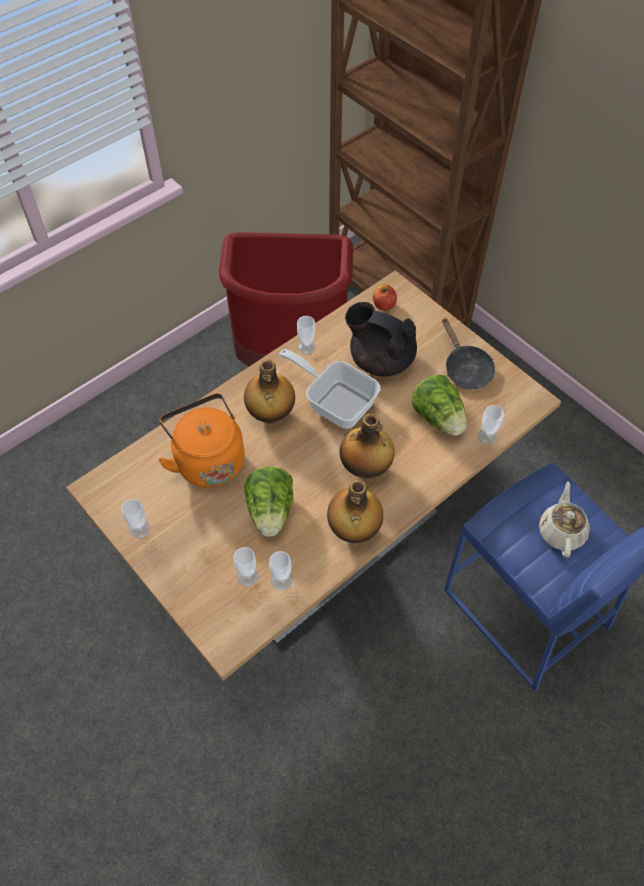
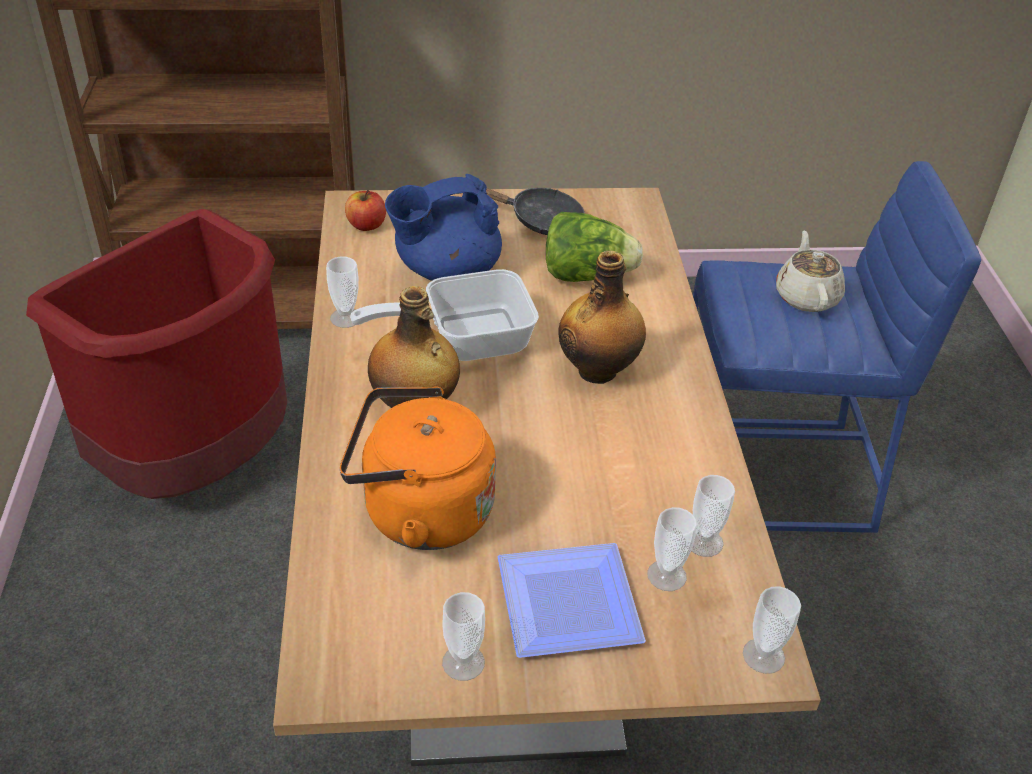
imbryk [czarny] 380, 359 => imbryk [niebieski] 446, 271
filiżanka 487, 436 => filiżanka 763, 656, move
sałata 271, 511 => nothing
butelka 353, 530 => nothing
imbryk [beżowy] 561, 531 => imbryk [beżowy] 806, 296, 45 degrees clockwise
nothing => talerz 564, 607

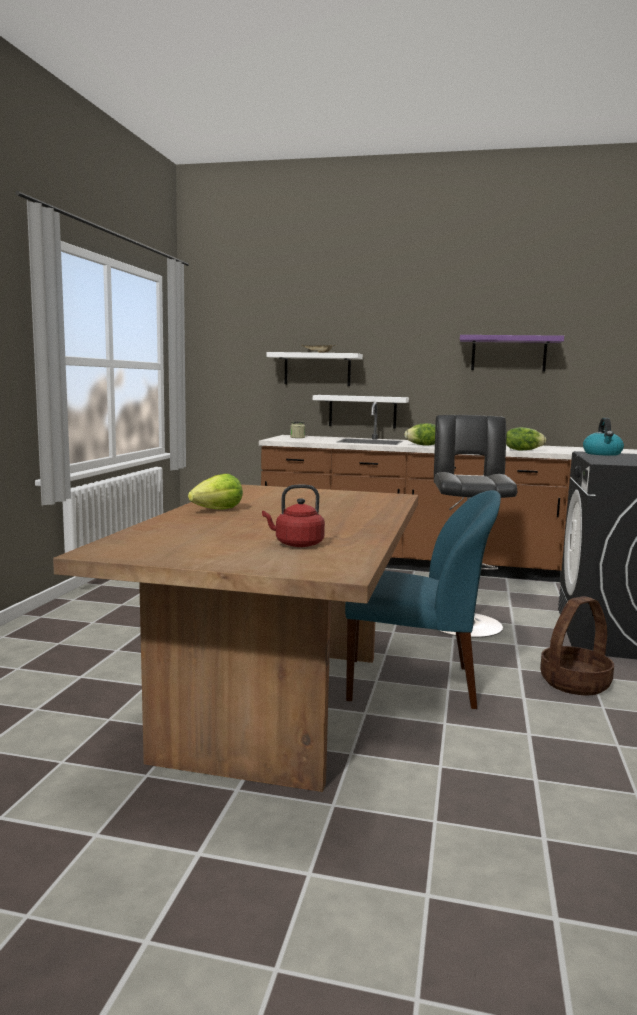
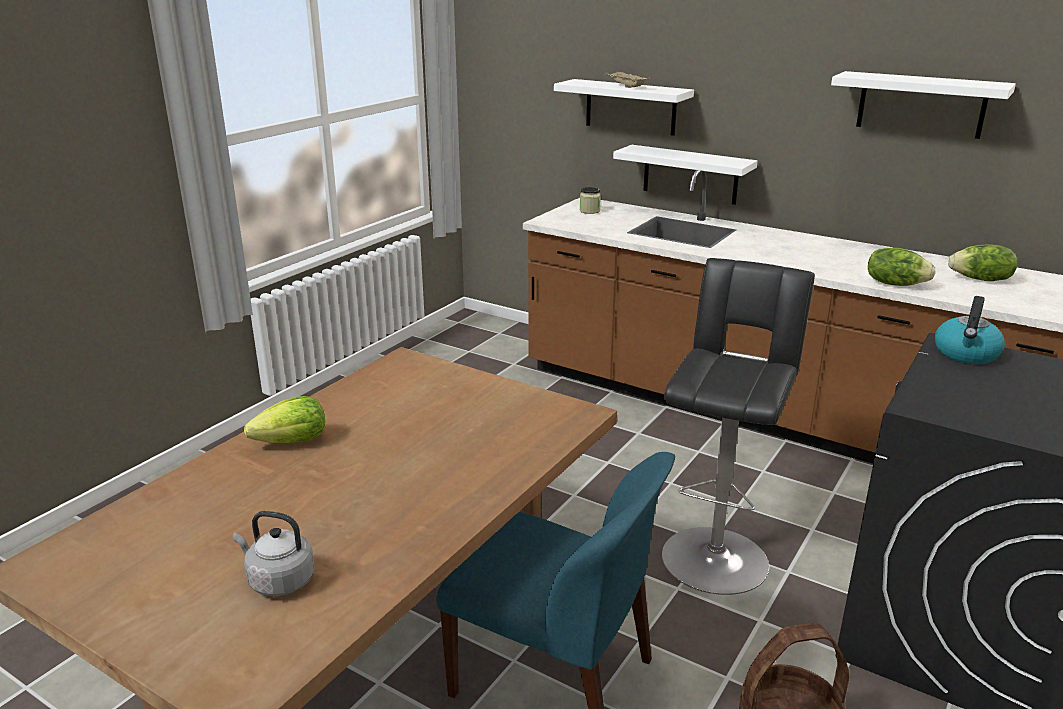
półka [fioletowy] 508, 354 => półka [biały] 921, 104
sałata 424, 445 => sałata 981, 279, move
czajnik [czerwony] 296, 544 => czajnik [szary] 278, 580

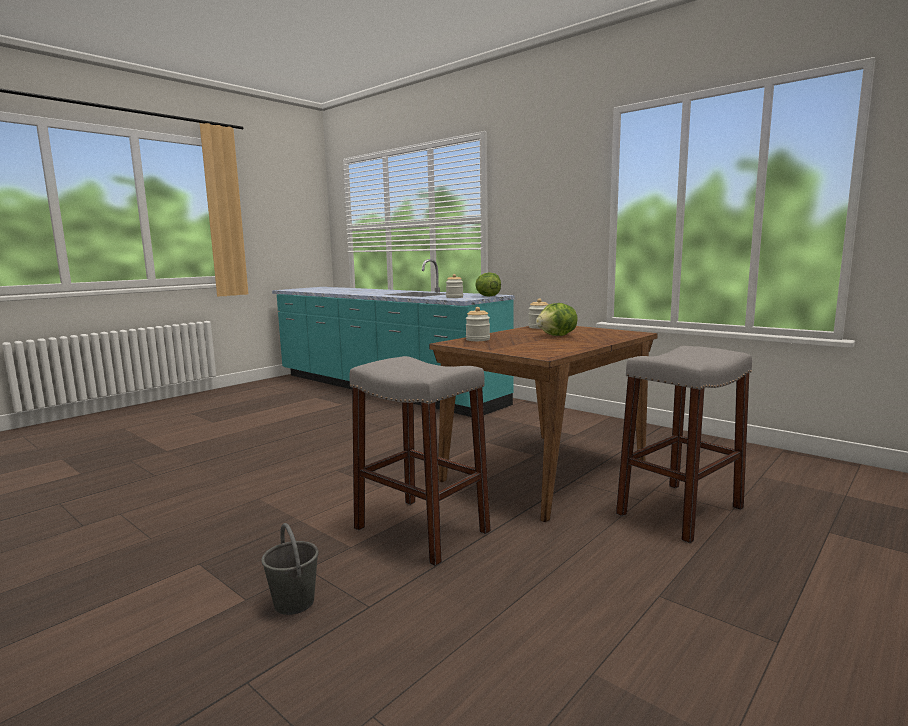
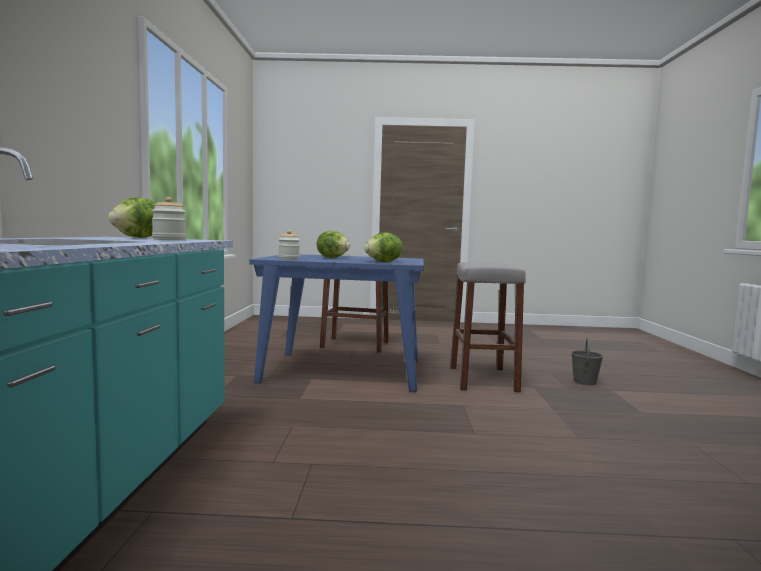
słoik 477, 339 => sałata 384, 262
stół jadalny [brązowy] 545, 471 => stół jadalny [niebieski] 342, 371

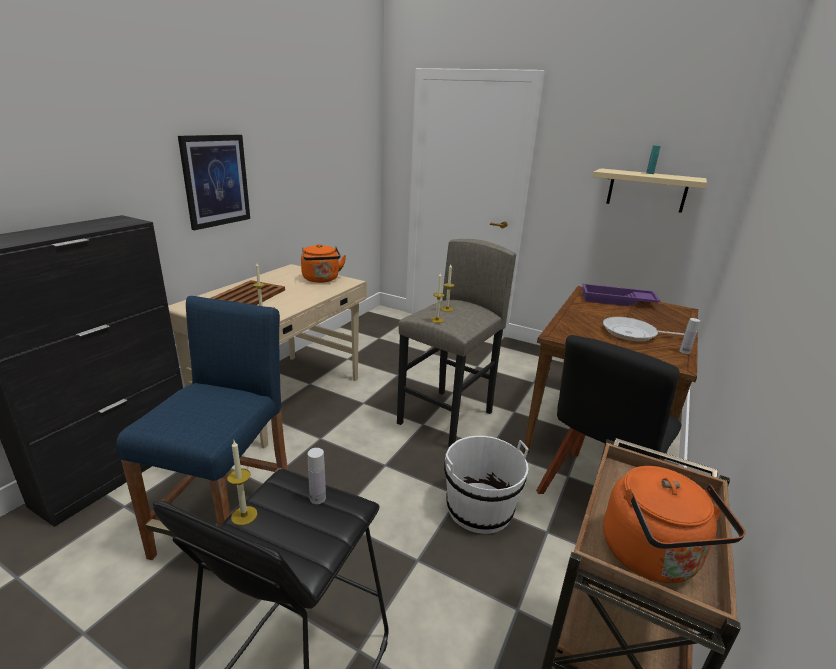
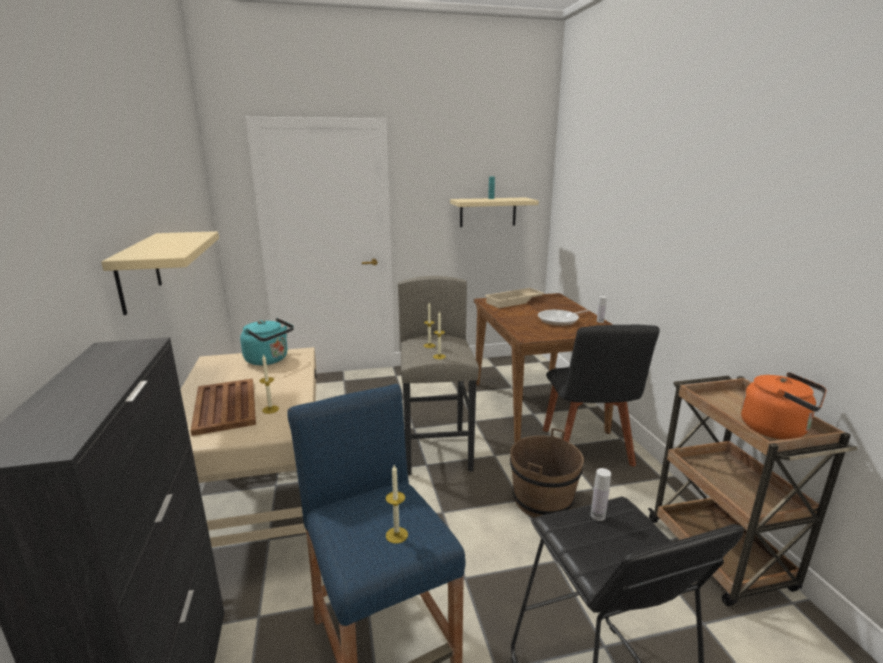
obraz 216, 181 => półka [beżowy] 138, 272
czajnik [pomarańczowy] 321, 279 => czajnik [turkusowy] 269, 360
taca [fioletowy] 617, 301 => taca [beżowy] 514, 301
wiadro [biały] 479, 508 => wiadro [brązowy] 542, 500
świeca 244, 515 => świeca 396, 535, move

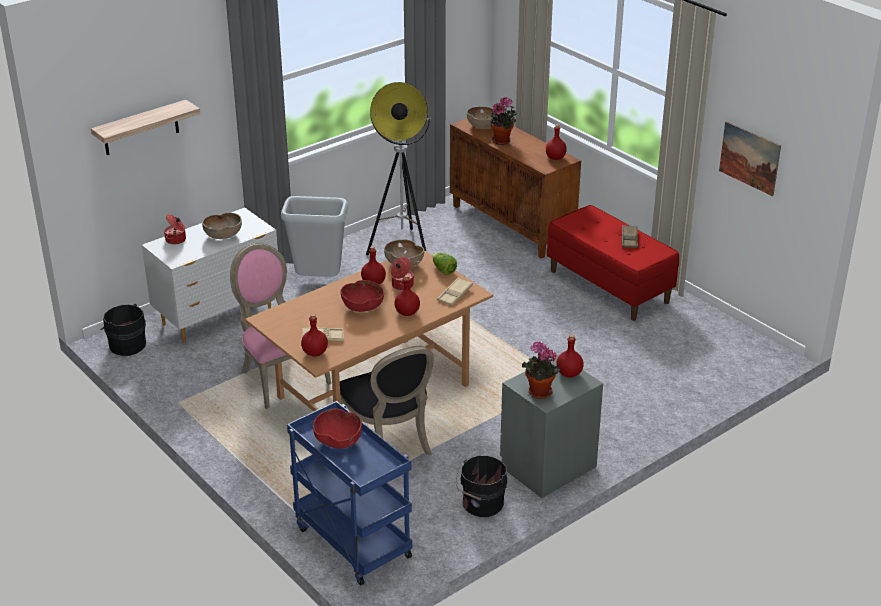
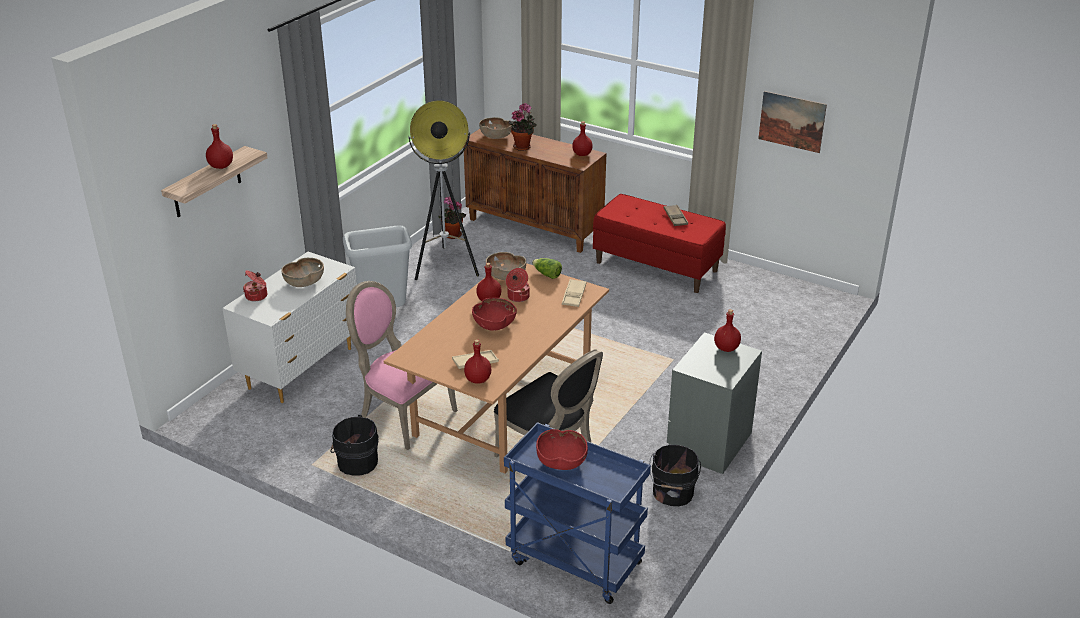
butelka [czerwony] 407, 313 => butelka [czerwony] 221, 166, move
wiadro [czarny] 126, 345 => wiadro [czarny] 356, 462, move
roślina doniczkowa 538, 393 => roślina doniczkowa 452, 236, move

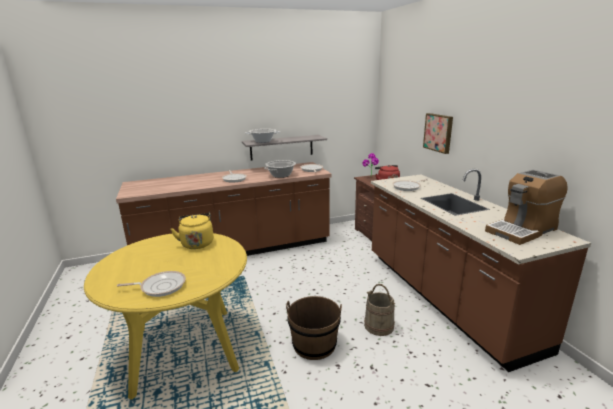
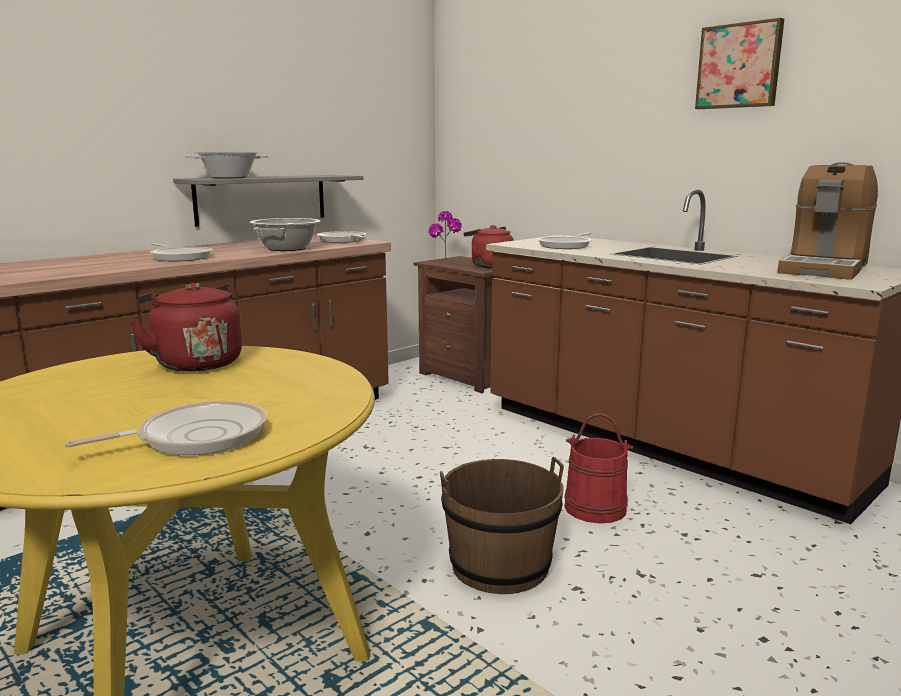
obraz 438, 132 => obraz 739, 66, move
czajnik [żółty] 197, 243 => czajnik [czerwony] 196, 363
wiadro [beżowy] 379, 325 => wiadro [czerwony] 595, 507

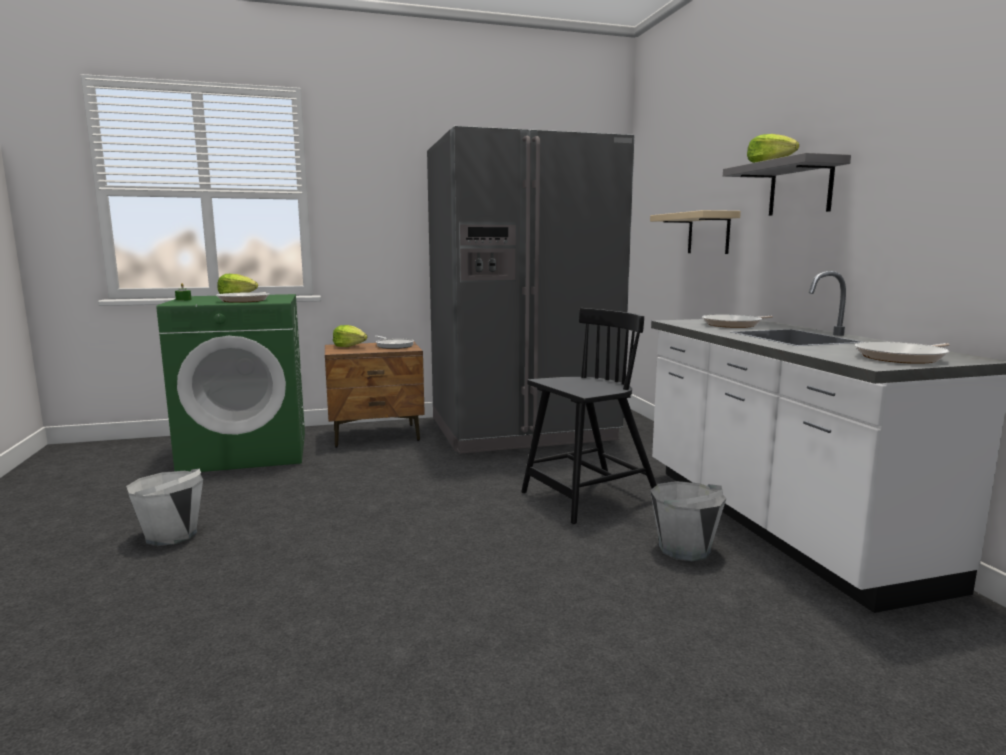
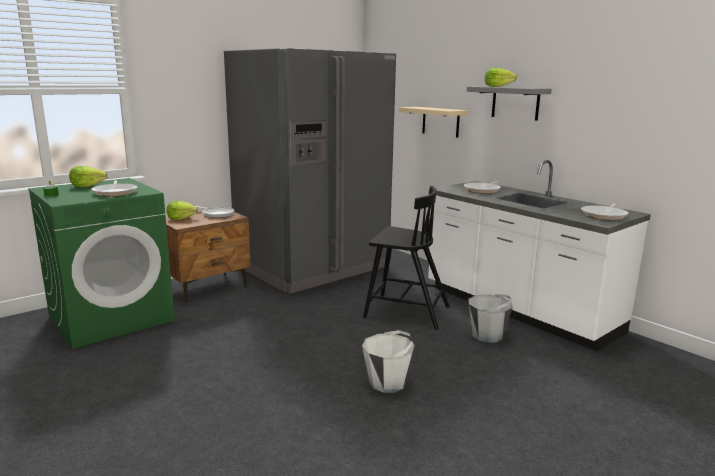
krzesło [czarny] 588, 497 => krzesło [czarny] 405, 312, 75 degrees clockwise
wiadro [biały] 171, 535 => wiadro [biały] 387, 383, move

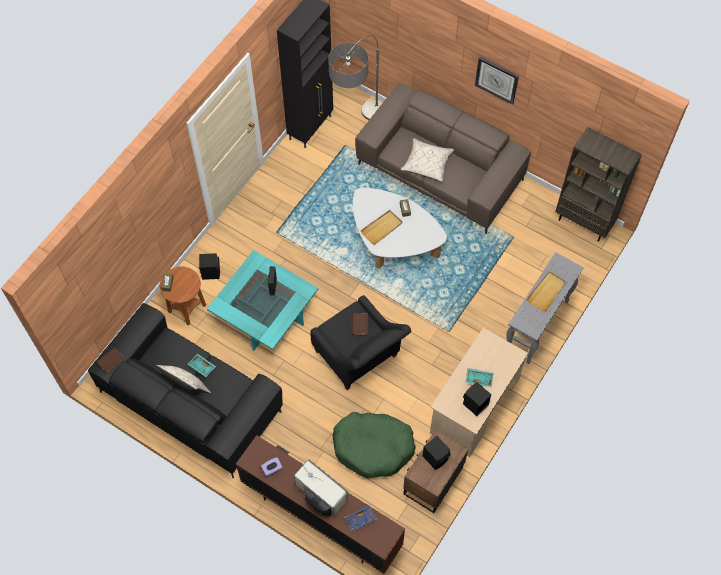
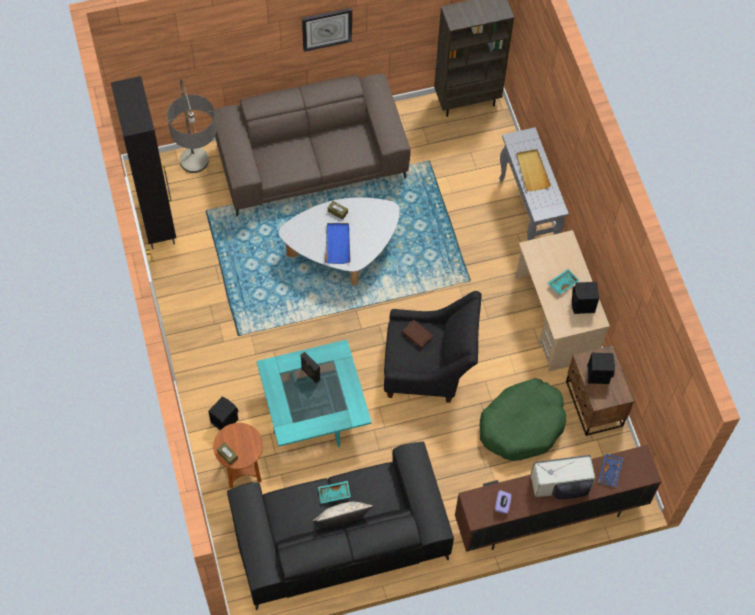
poduszka [beżowy] 427, 164 => nothing
taca [beżowy] 381, 228 => taca [niebieski] 337, 244
książka [brązowy] 111, 360 => nothing

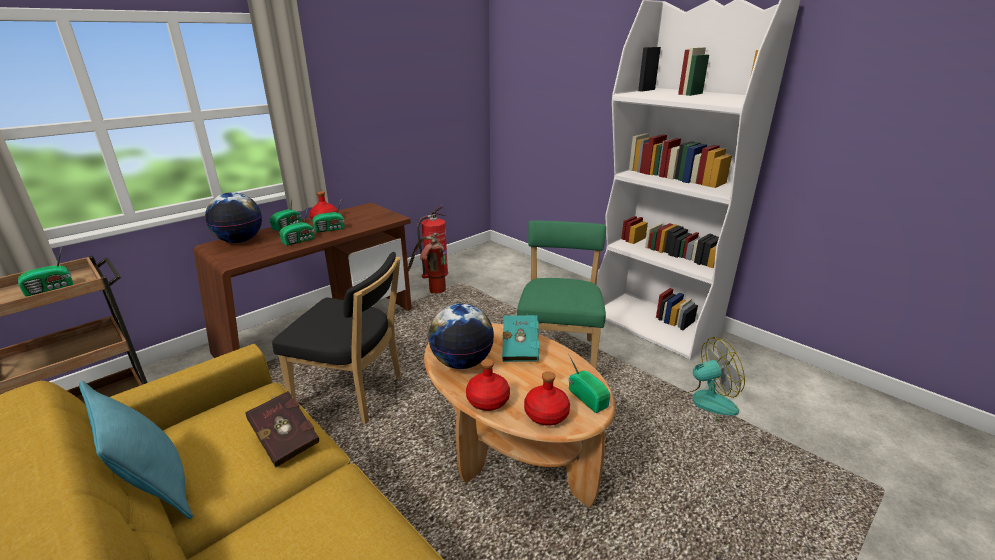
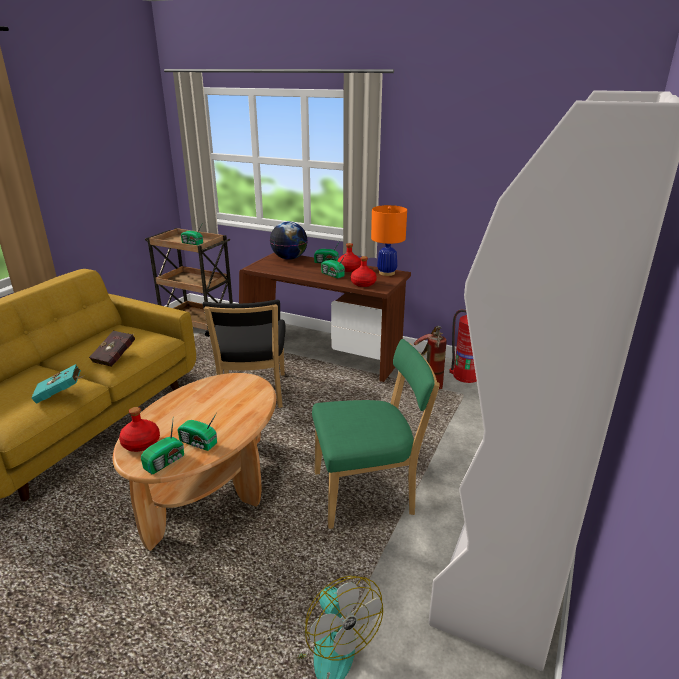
radio 300, 240 => radio 198, 443, move
globus 462, 362 => nothing
książka [turkusowy] 521, 348 => książka [turkusowy] 62, 394, move
butelka [czerwony] 487, 400 => butelka [czerwony] 363, 283, move
poduszka [turkusowy] 156, 489 => nothing
nothing => lampa stołowa [pomarańczowy] 387, 273

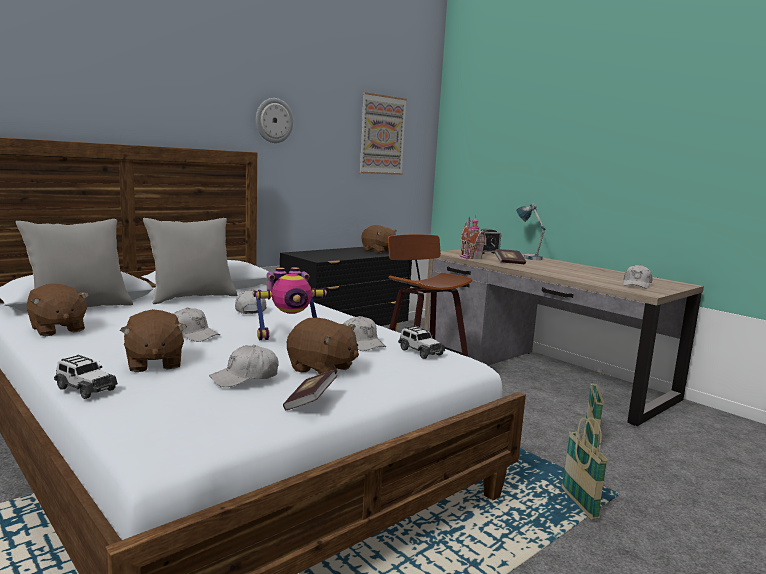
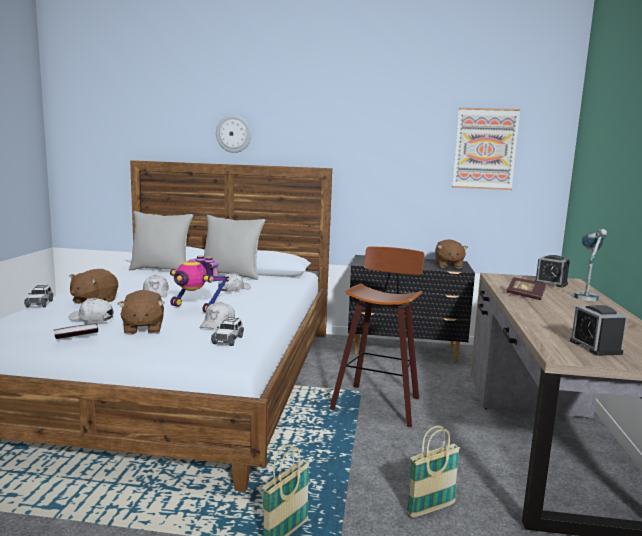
zegar ścienny 274, 120 => zegar ścienny 233, 134, move
domek 469, 257 => nothing
czapka z daszkiem [biały] 636, 284 => budzik 595, 347
pluszak [brązowy] 57, 329 => nothing

